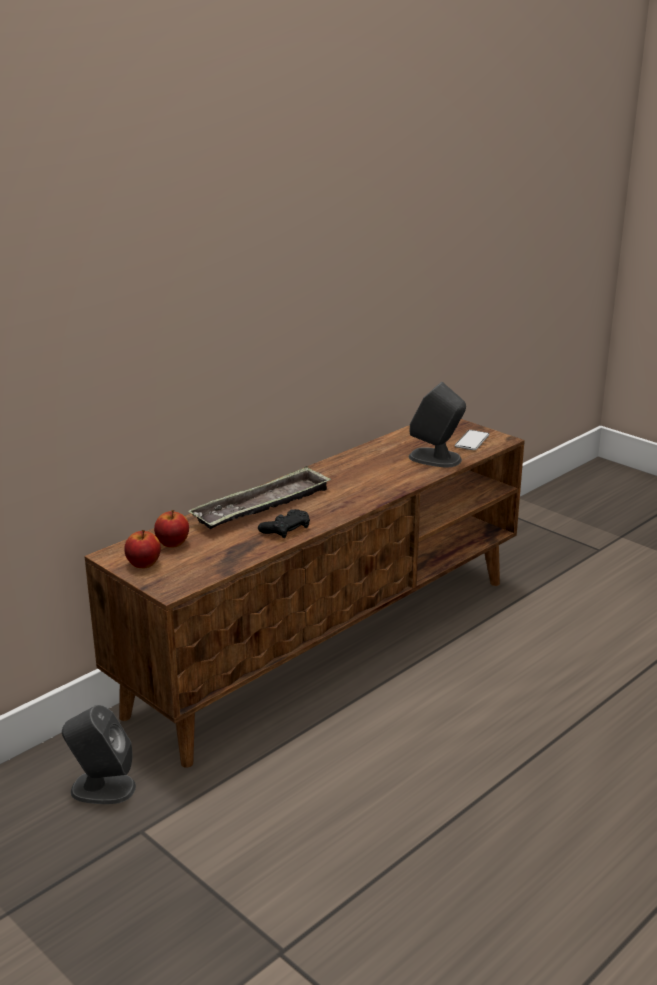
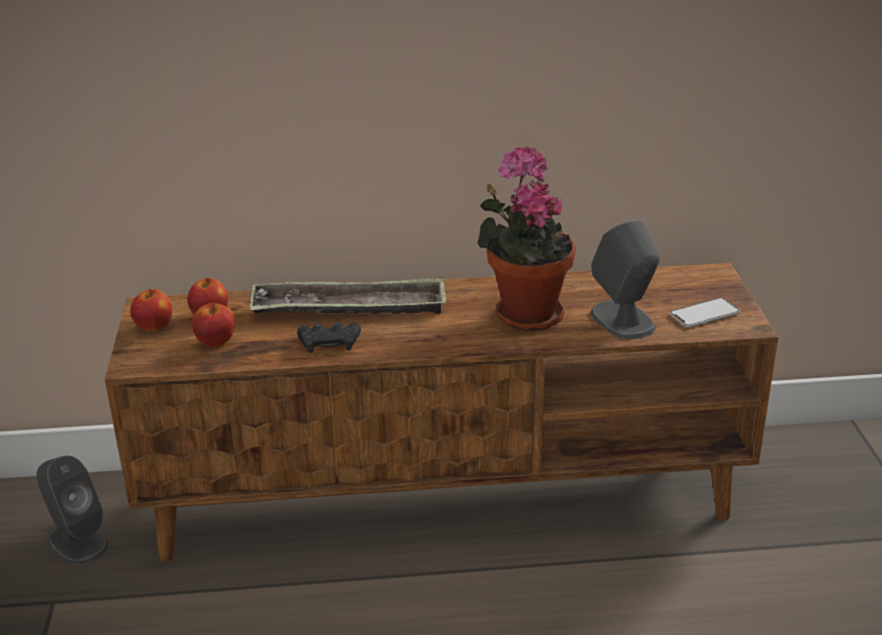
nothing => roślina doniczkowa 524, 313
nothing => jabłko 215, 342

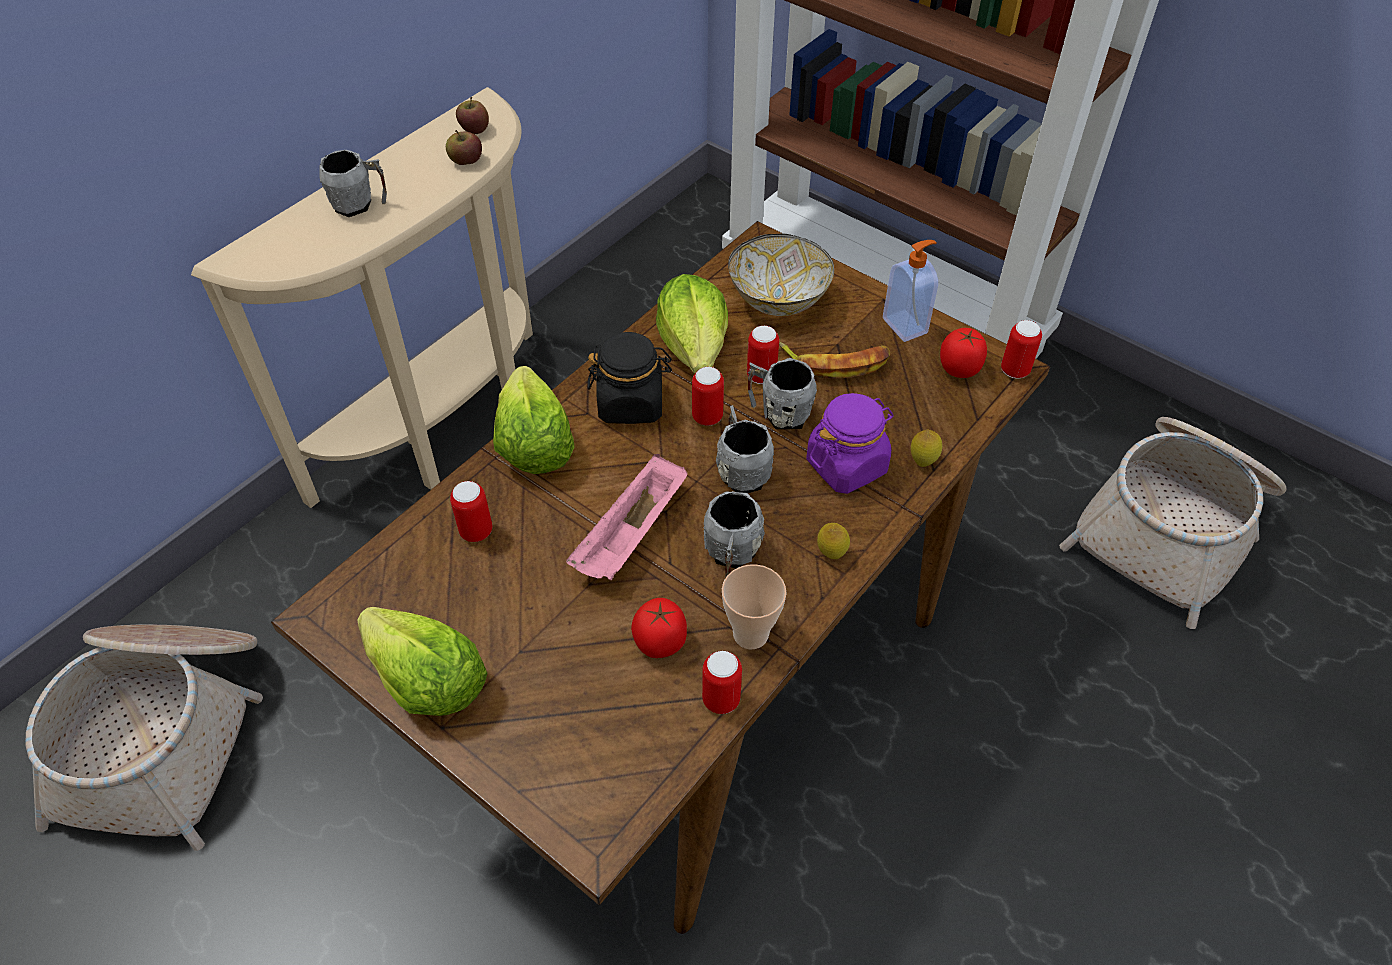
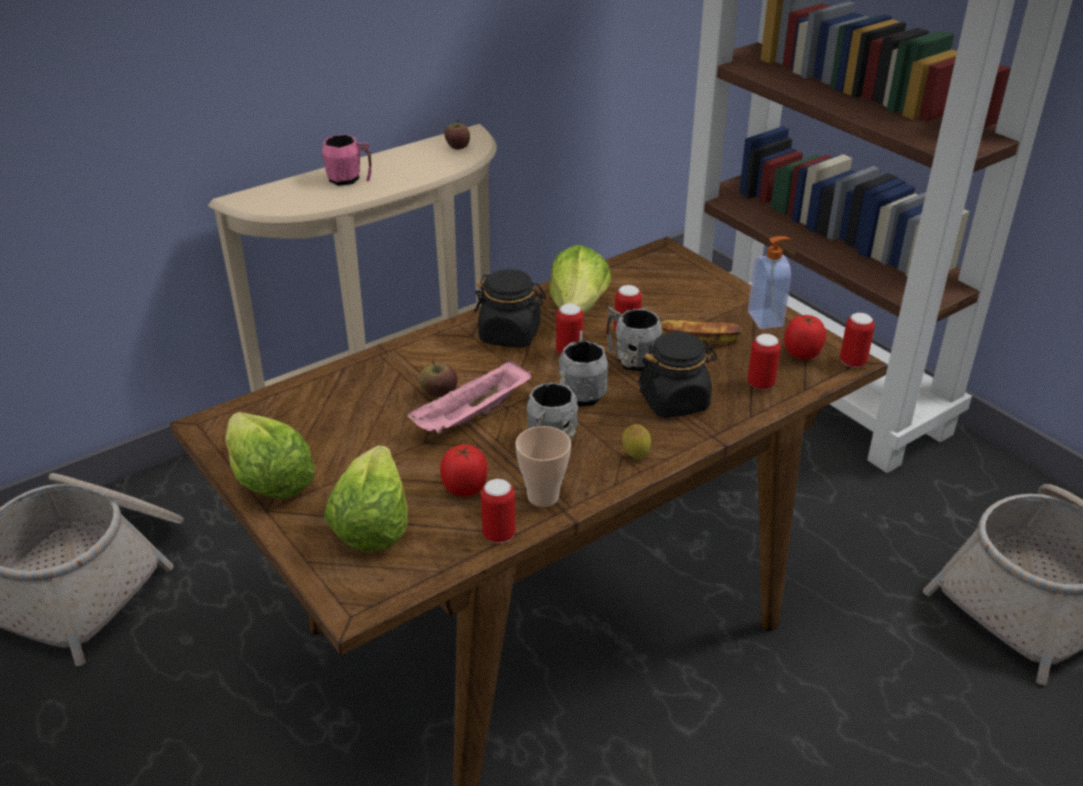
jabłko 466, 161 => jabłko 439, 393, move
kubek [szary] 360, 205 => kubek [różowy] 349, 179
miska 778, 299 => nothing
sałata 533, 443 => sałata 371, 523, move
słoik [fioletowy] 847, 465 => słoik [czarny] 674, 401
cytryna 923, 461 => nothing
puszka 476, 531 => puszka 760, 384, move

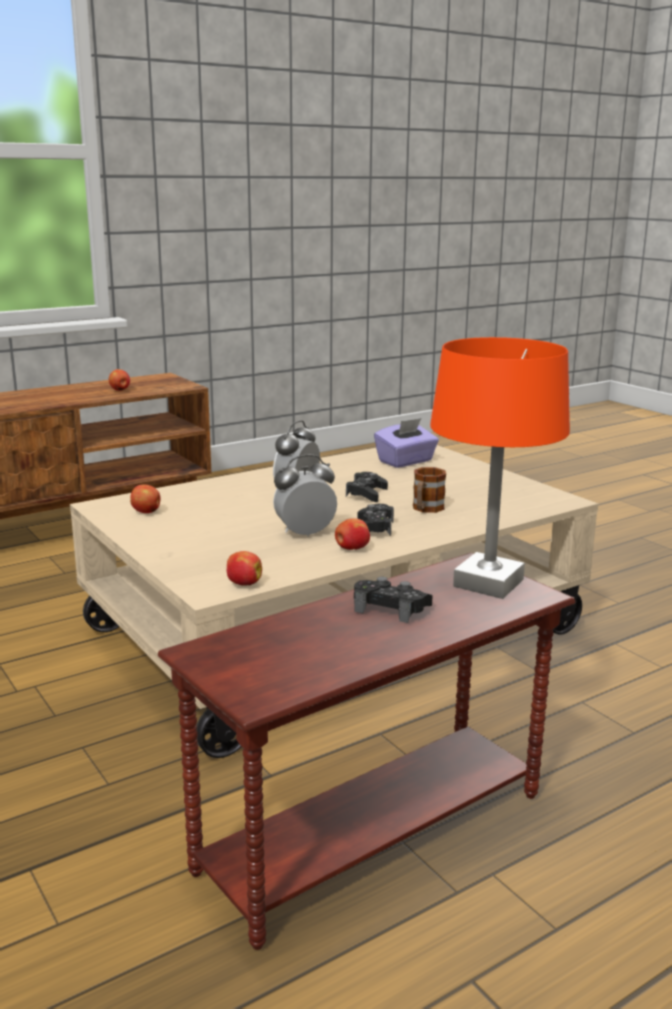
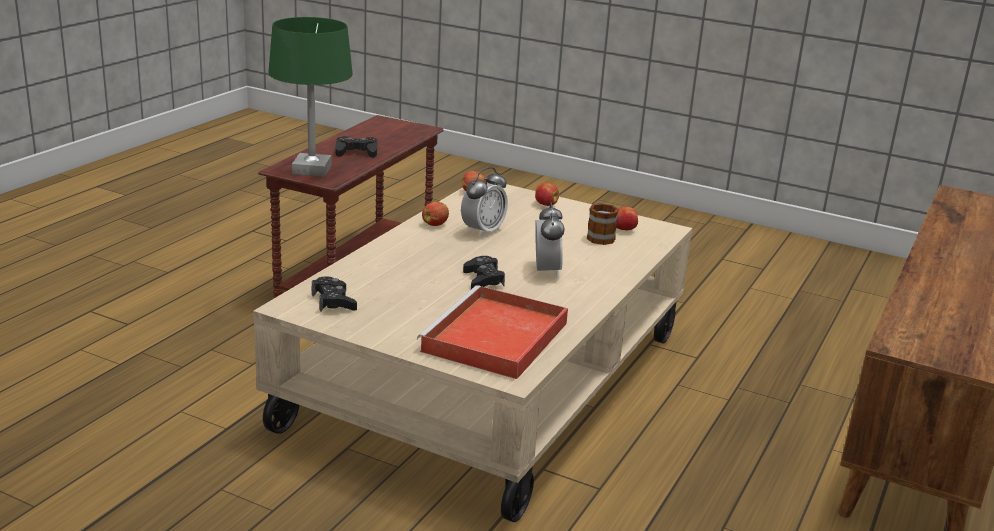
lampa stołowa [pomarańczowy] 488, 583 => lampa stołowa [zielony] 312, 170
jabłko 120, 390 => jabłko 545, 205, move
pudełko chusteczek [fioletowy] 406, 461 => taca [czerwony] 494, 338
kubek 426, 509 => kubek 599, 236, move
pad do gier [czarny] 373, 528 => pad do gier [czarny] 333, 301, move

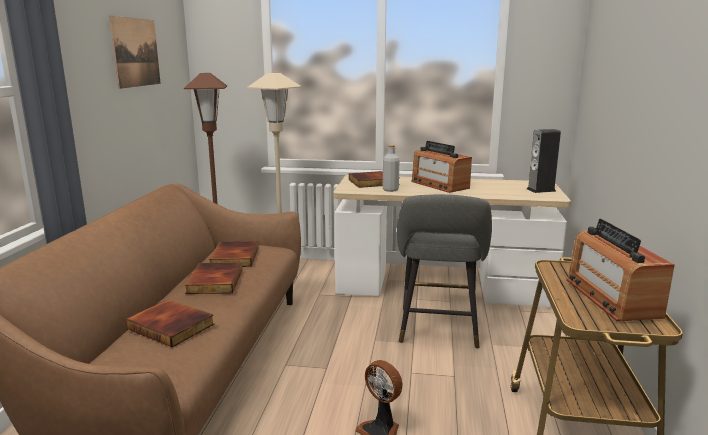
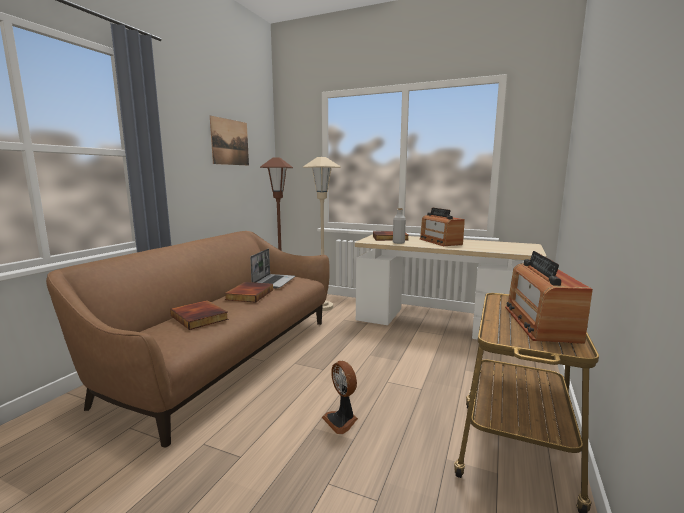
głośnik 541, 190 => nothing
stołek [szary] 438, 330 => nothing
książka 233, 257 => laptop 274, 282

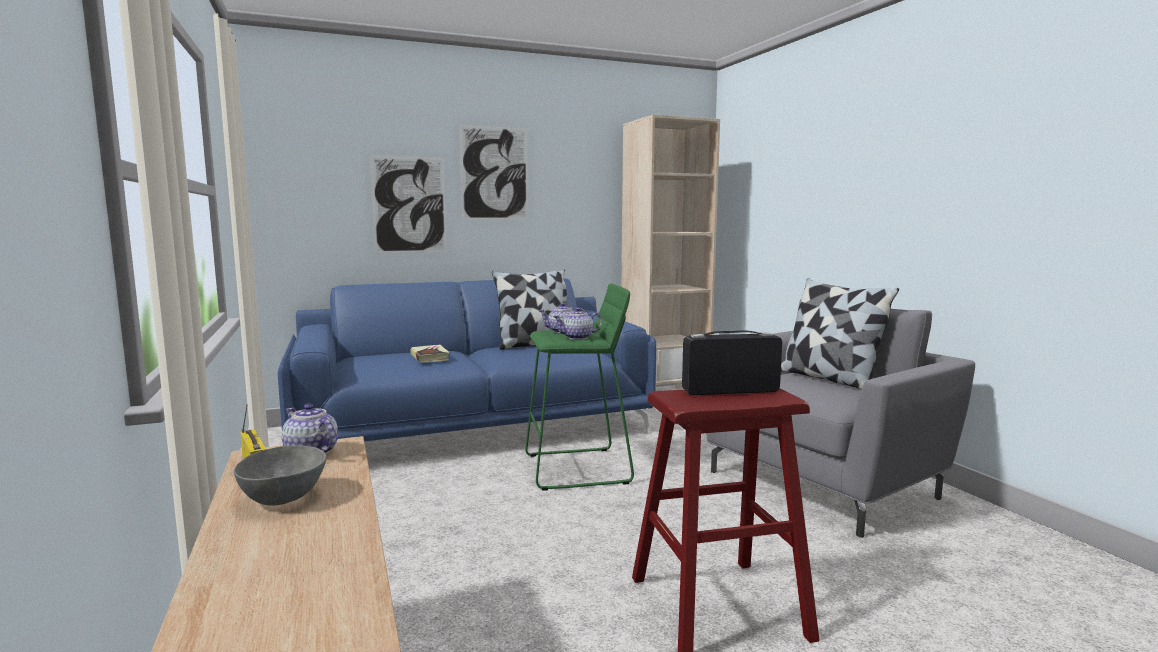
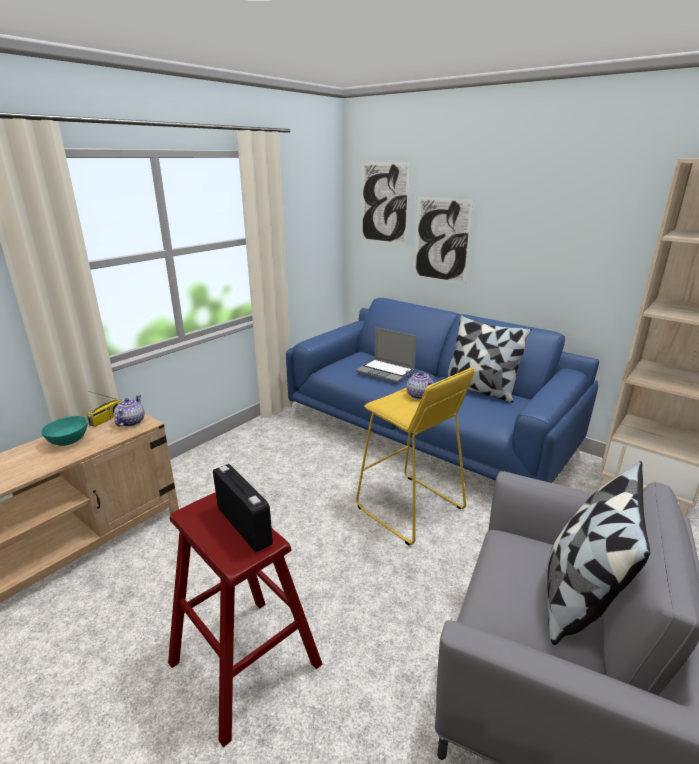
obraz 494, 173 => obraz 384, 203, move
stołek [zielony] 577, 469 => stołek [żółty] 409, 508
imbryk 578, 337 => nothing
książka 430, 357 => laptop 386, 372
miska [szary] 285, 497 => miska [turkusowy] 69, 441

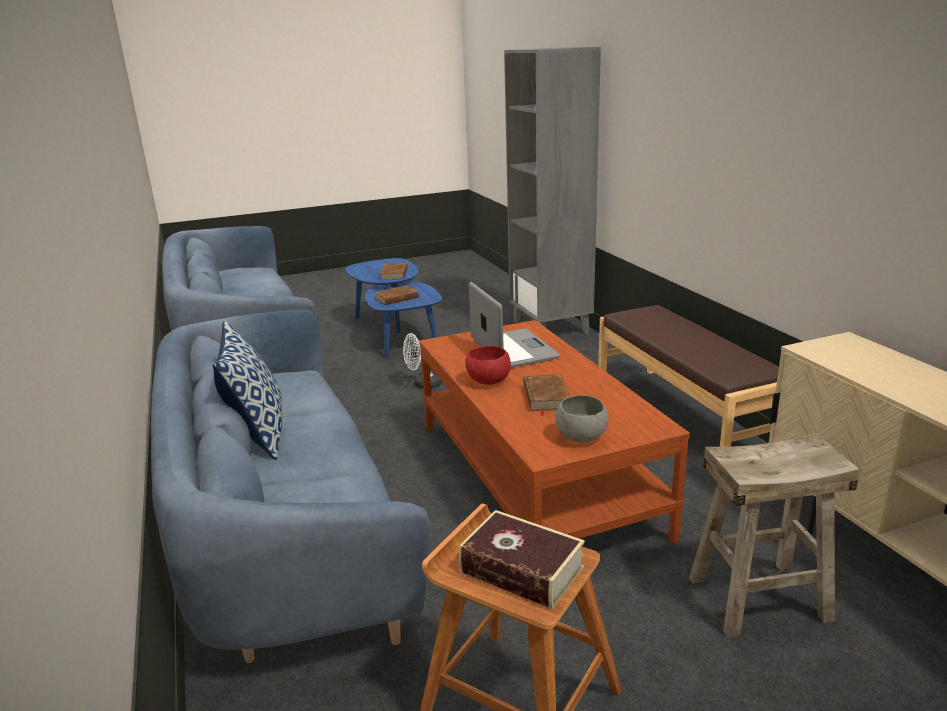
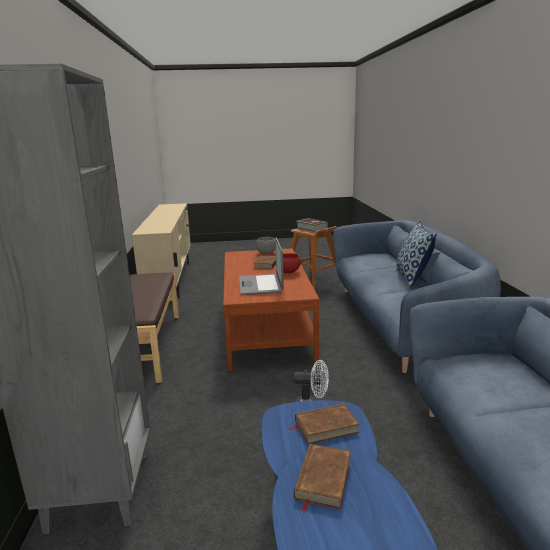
stołek [beżowy] 758, 599 => nothing

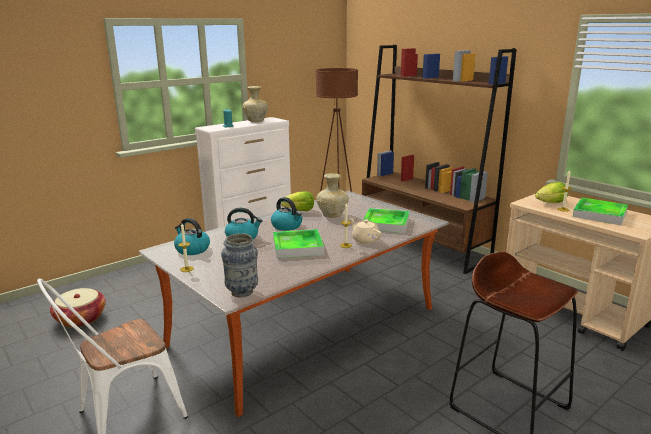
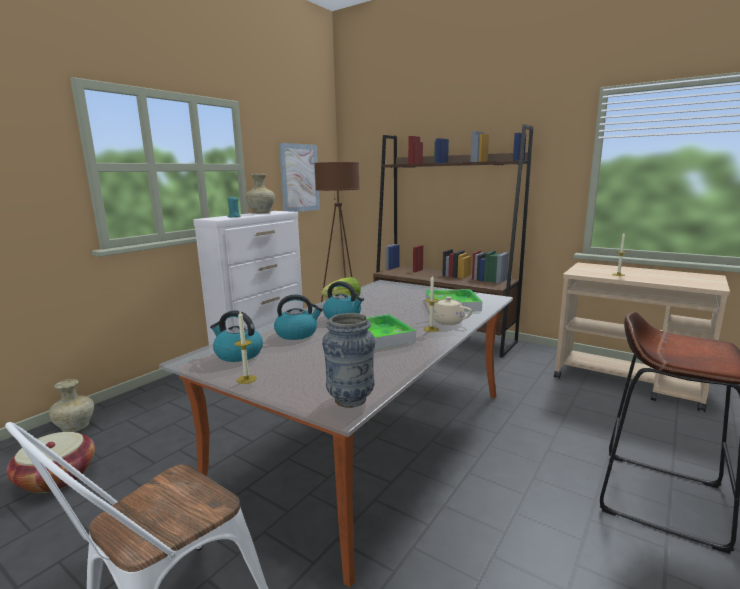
wazon [beżowy] 333, 215 => wazon [beżowy] 76, 428, move
sałata 551, 203 => nothing
taca 599, 214 => nothing
nothing => obraz 299, 178

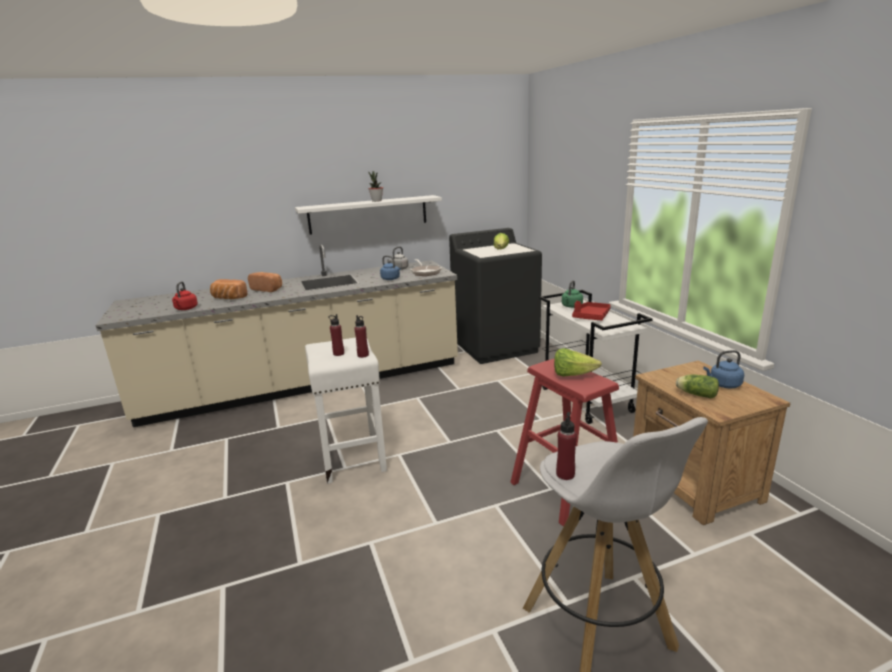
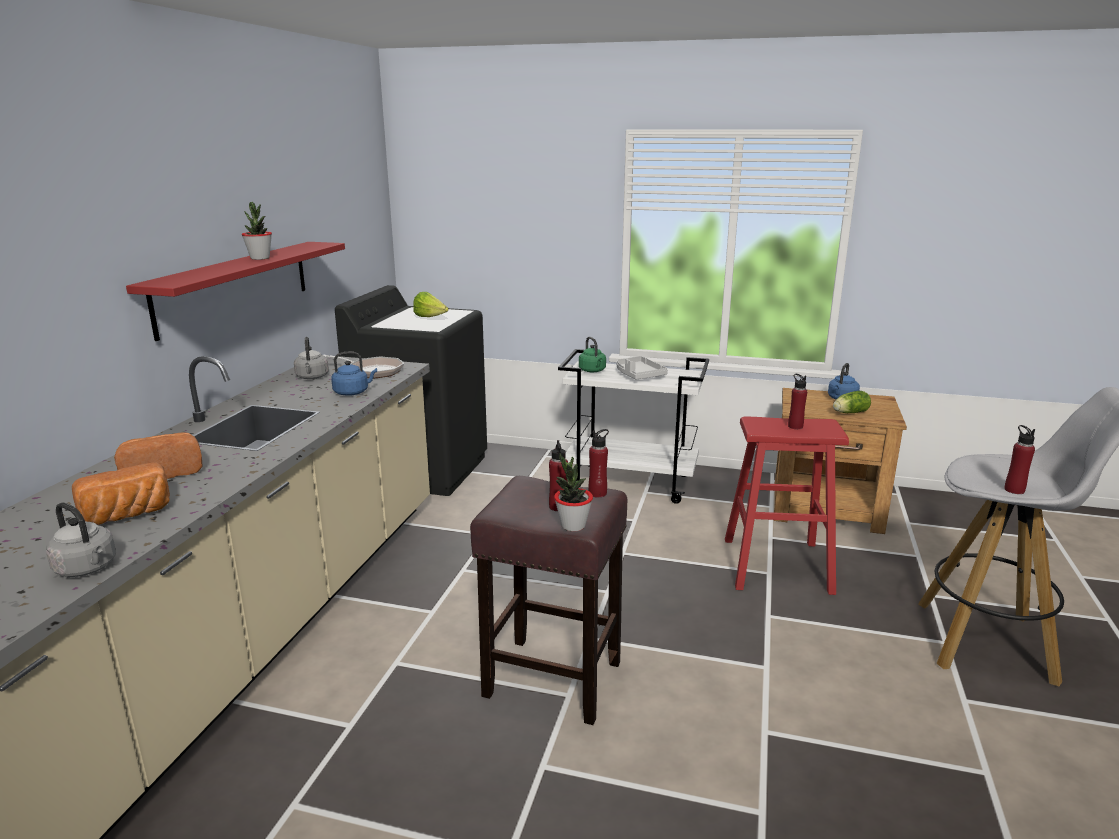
półka [biały] 368, 214 => półka [czerwony] 235, 286
czajnik [czerwony] 186, 309 => czajnik [szary] 88, 568
taca [czerwony] 591, 316 => taca [szary] 638, 375
stołek [biały] 352, 457 => stołek [brązowy] 550, 679
sałata 572, 375 => butelka [czerwony] 795, 426
nothing => roślina doniczkowa 573, 525

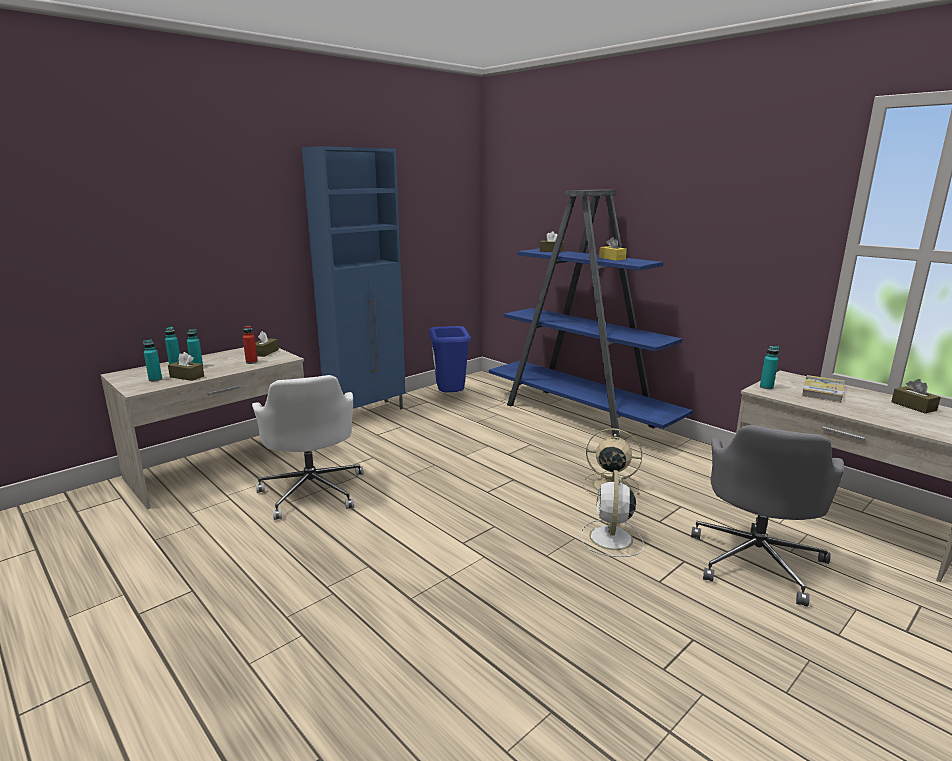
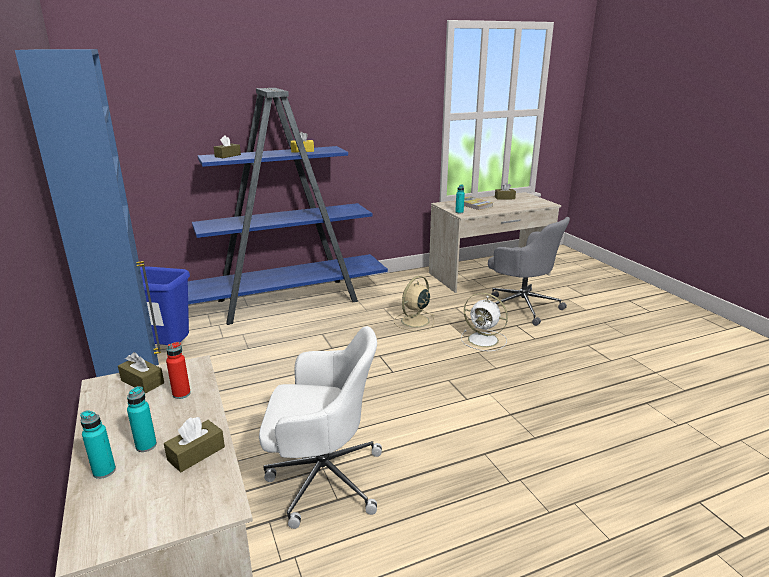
butelka [turkusowy] 155, 379 => nothing

